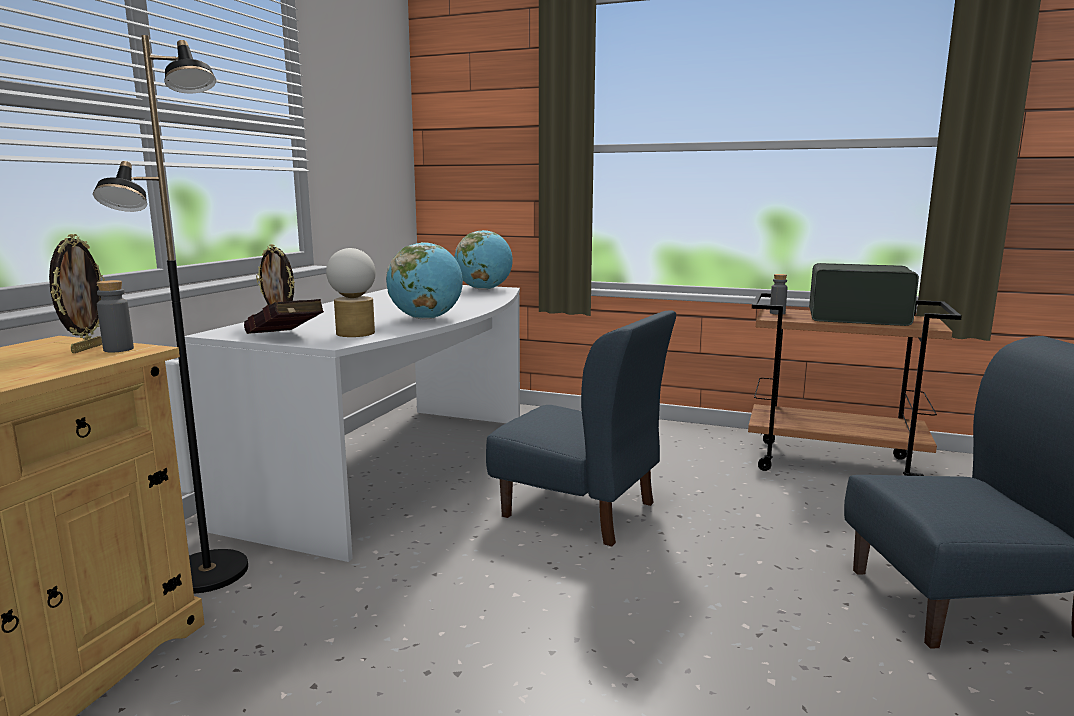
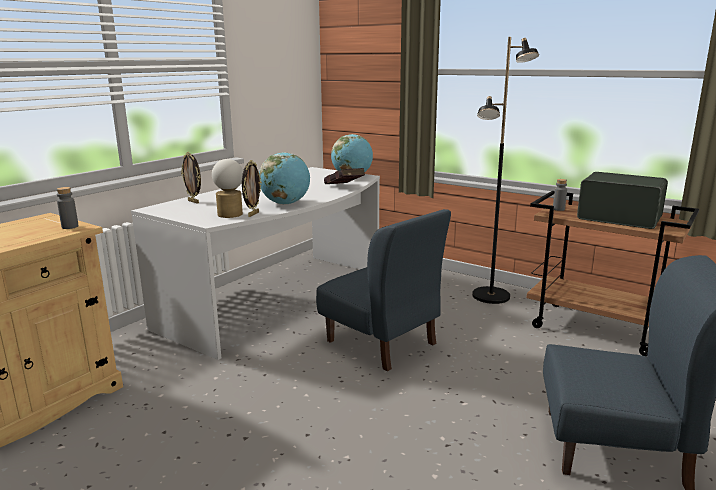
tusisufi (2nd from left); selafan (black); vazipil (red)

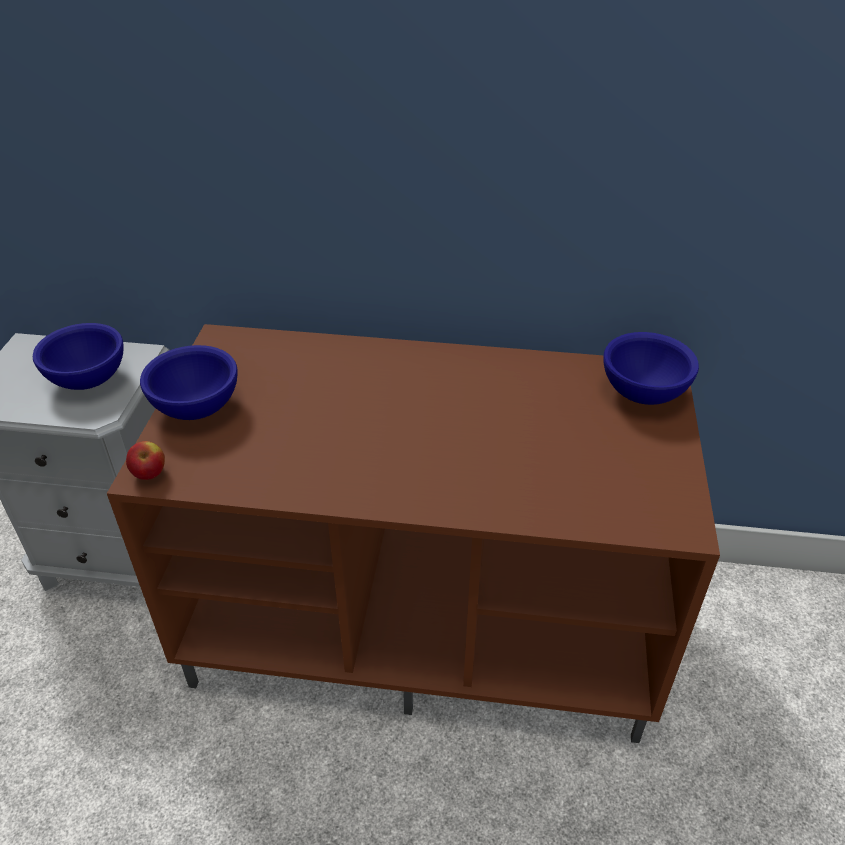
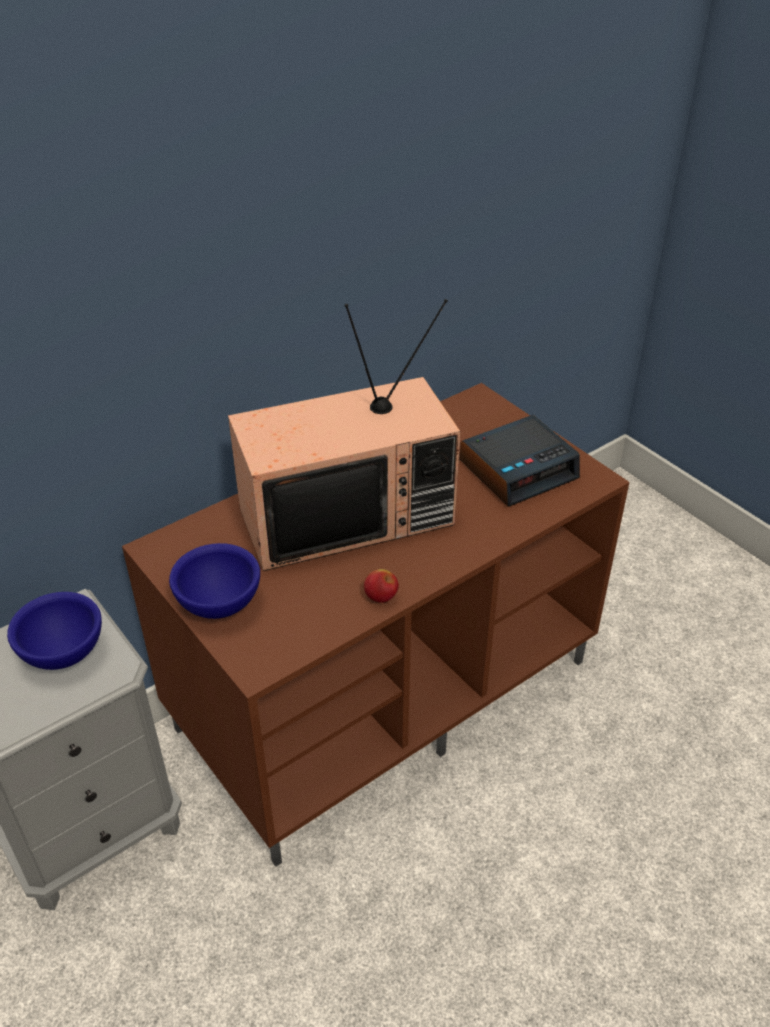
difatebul; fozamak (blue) (3rd from left in the first image); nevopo; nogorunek

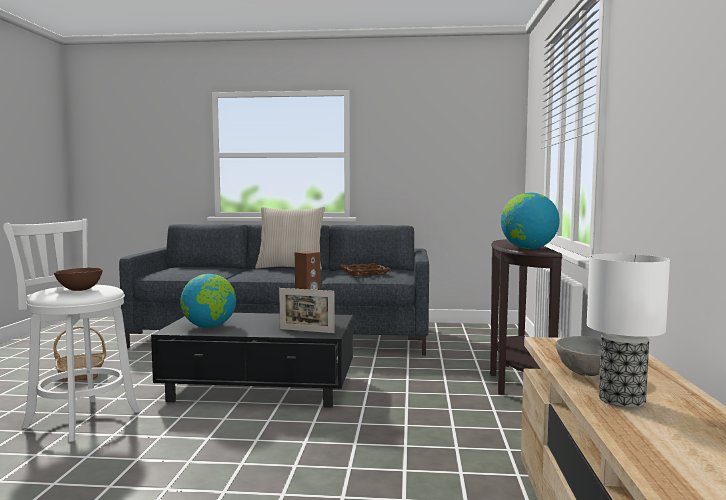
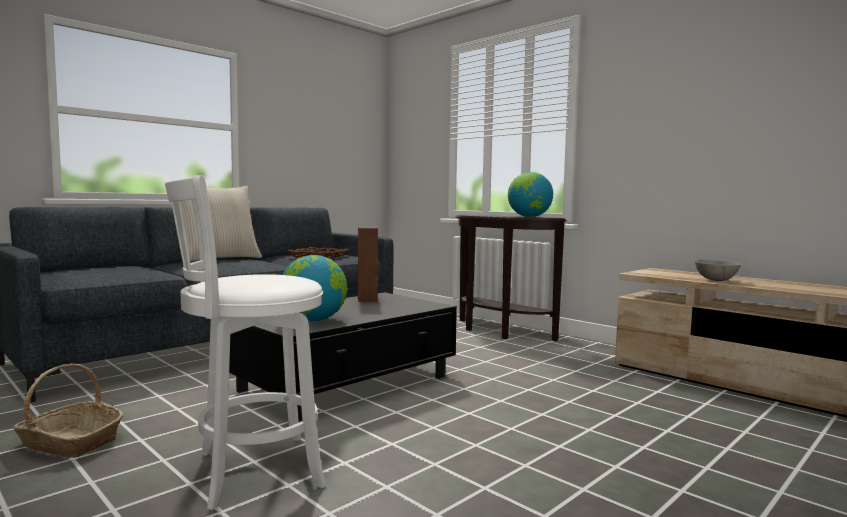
fozamak (brown); tusisufi; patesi

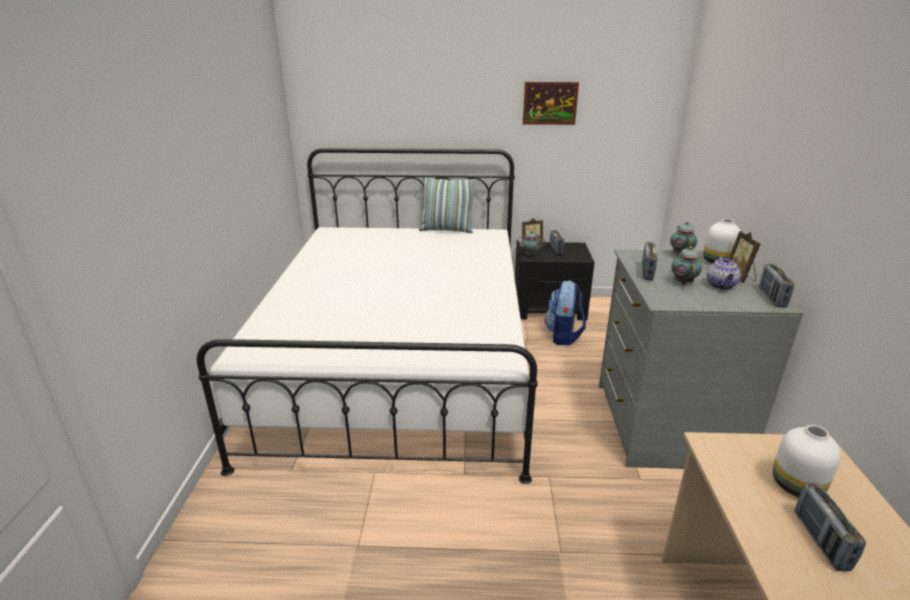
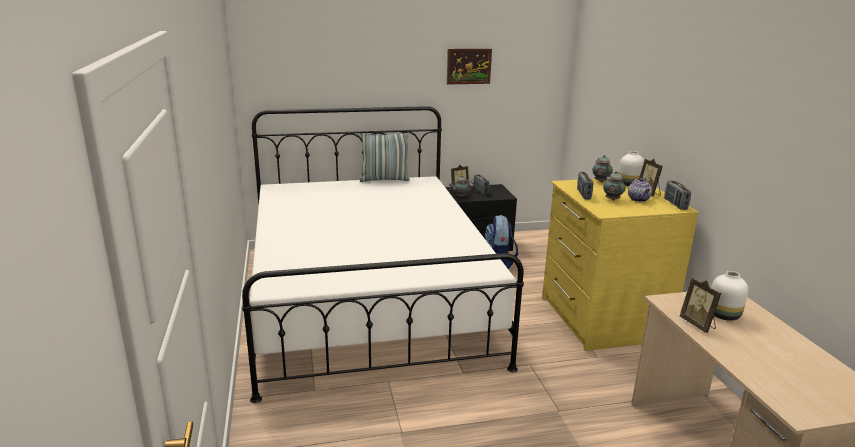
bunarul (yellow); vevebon (4th from left in the first image); tusisufi (3rd from left)

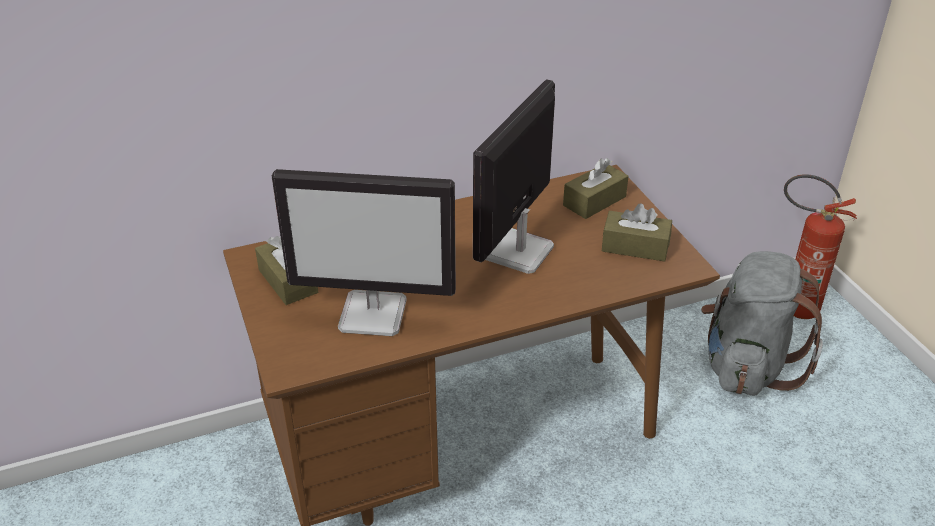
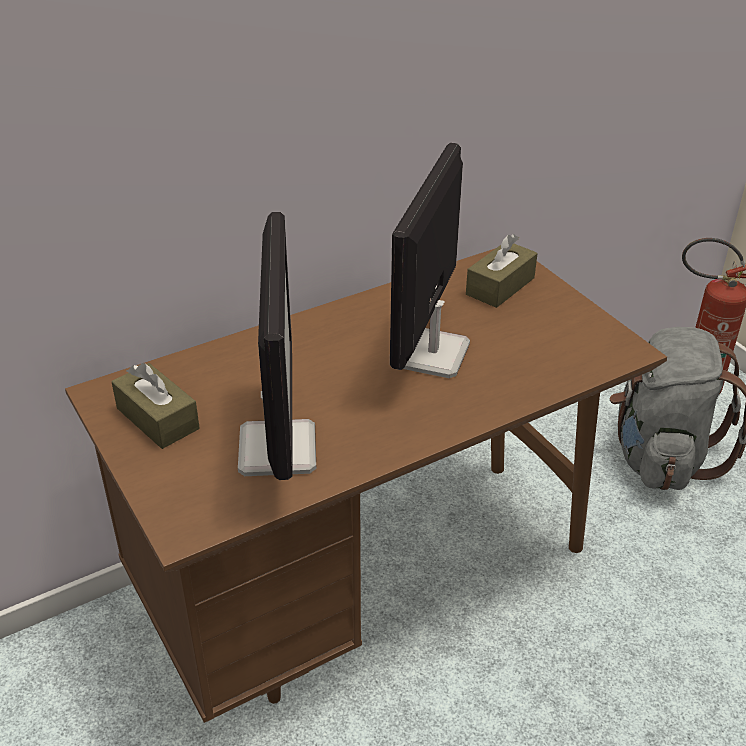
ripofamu (1st from left); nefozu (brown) (3rd from left in the first image)

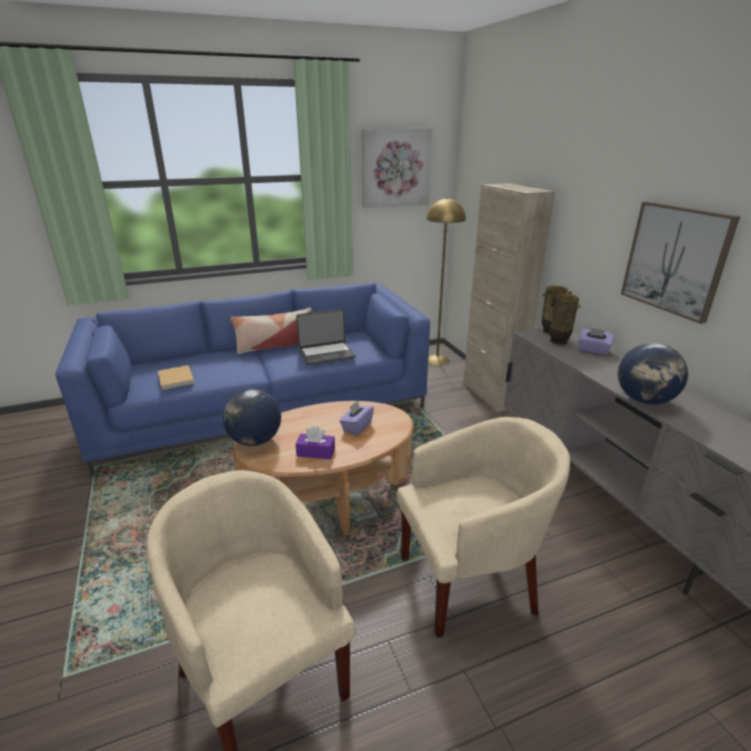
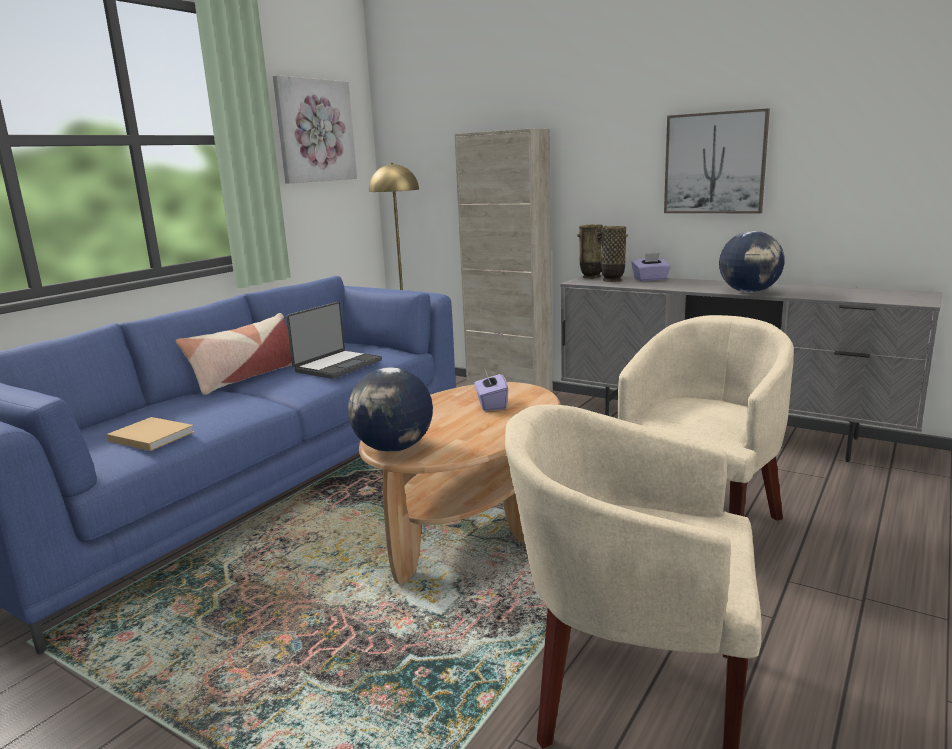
nefozu (purple) (1st from left in the first image)

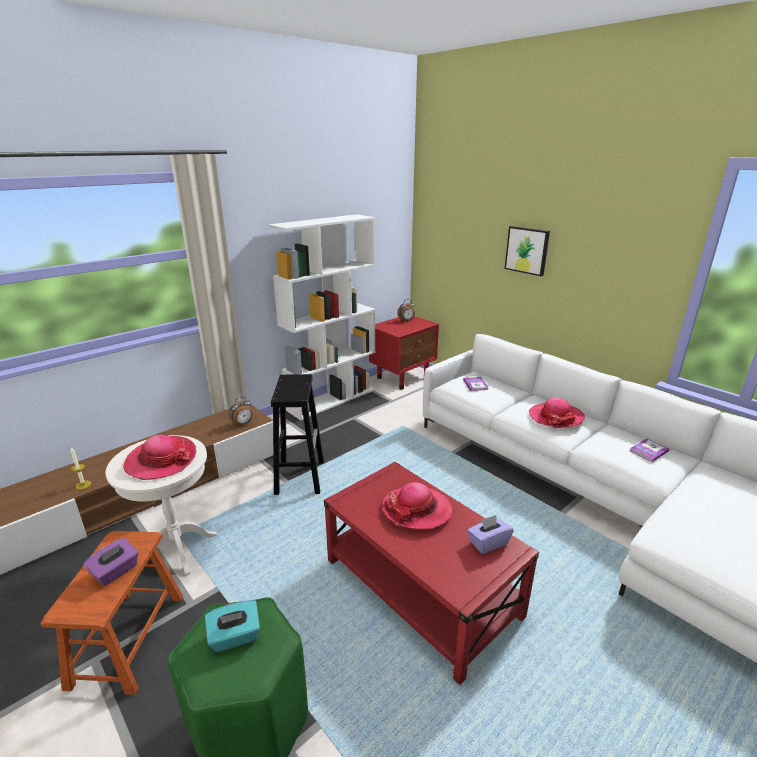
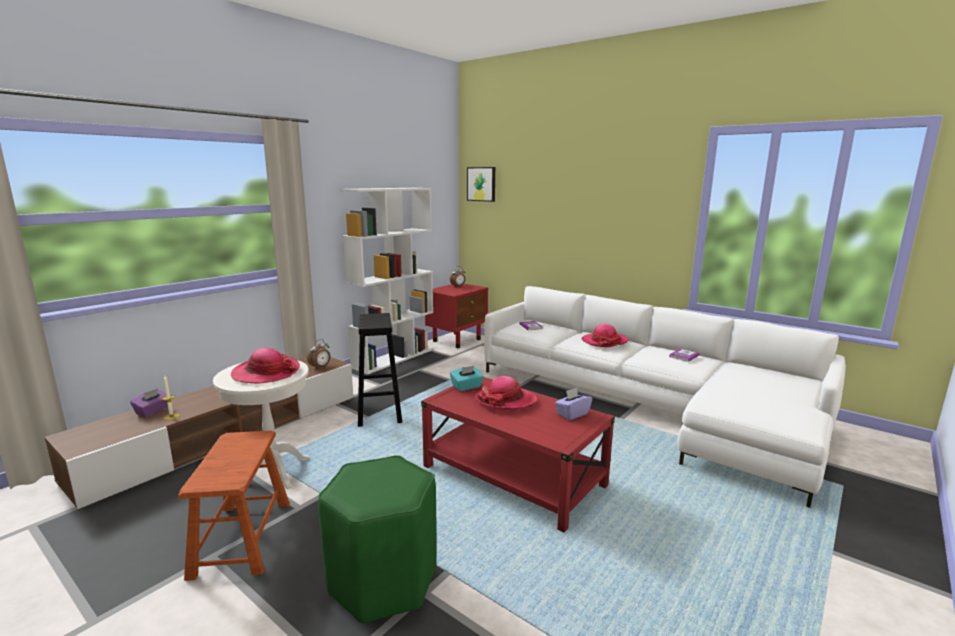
nefozu (purple) (1st from left); nefozu (turquoise); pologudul

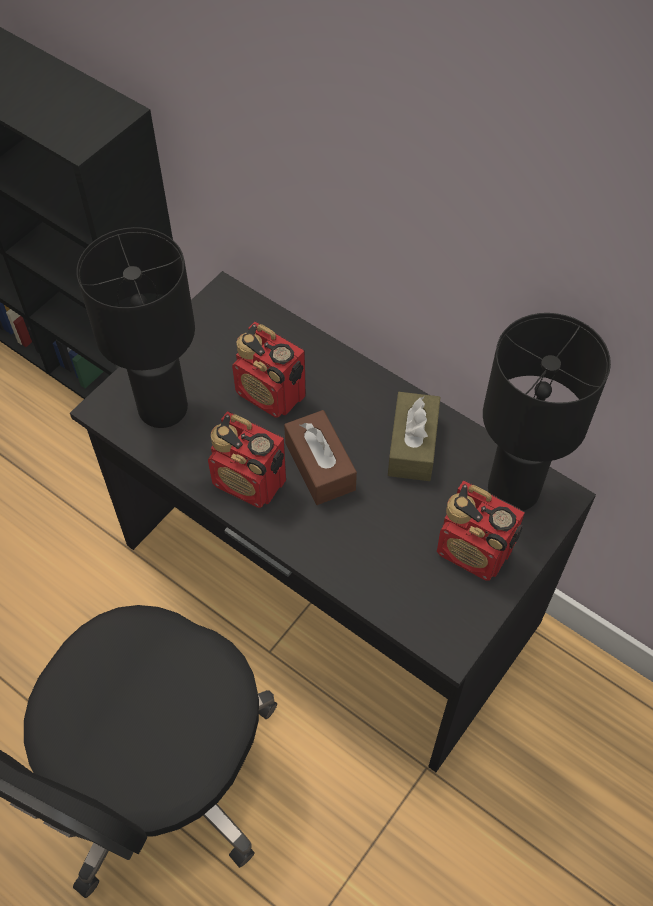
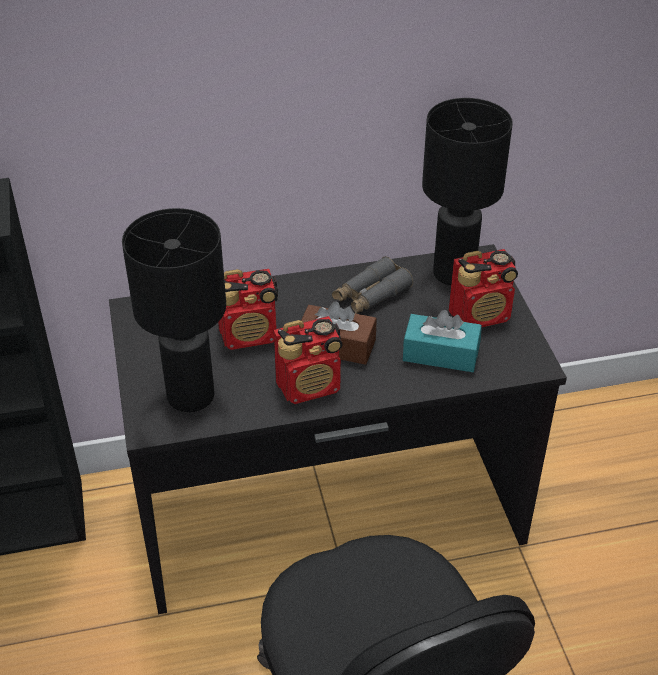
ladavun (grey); nefozu (turquoise)

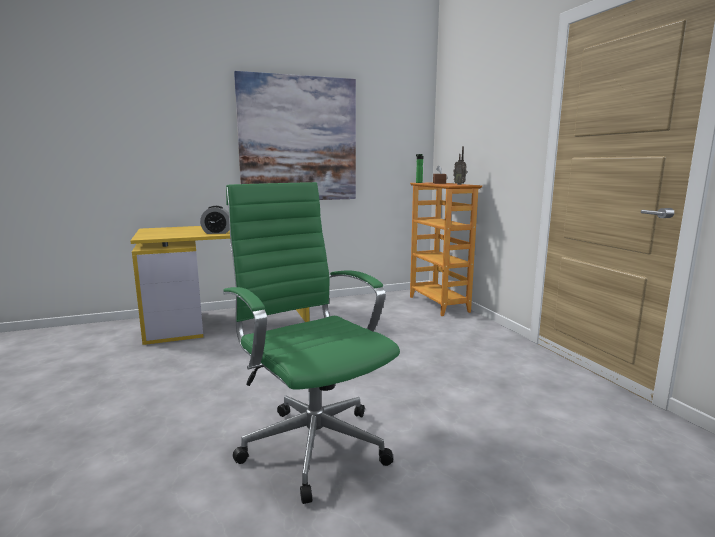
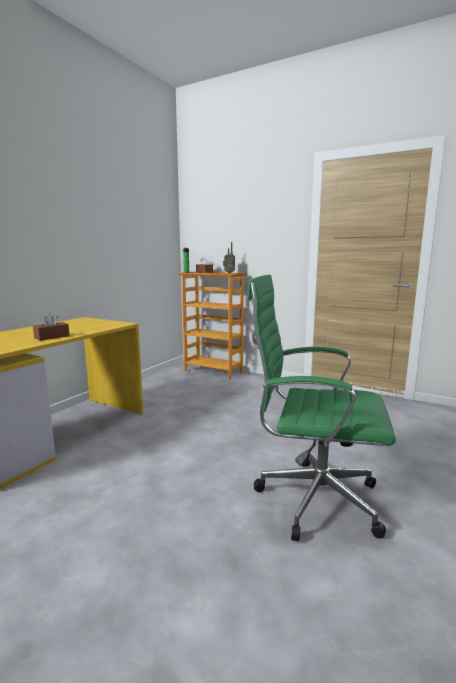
nefozu (brown) (1st from left); pologudul

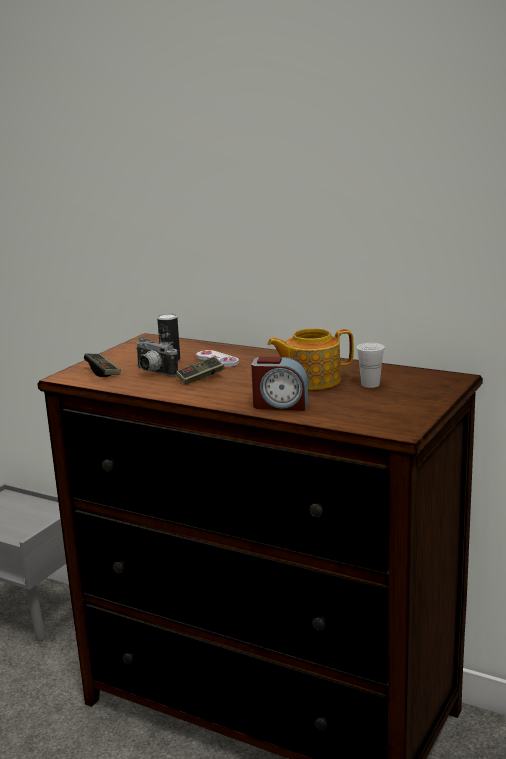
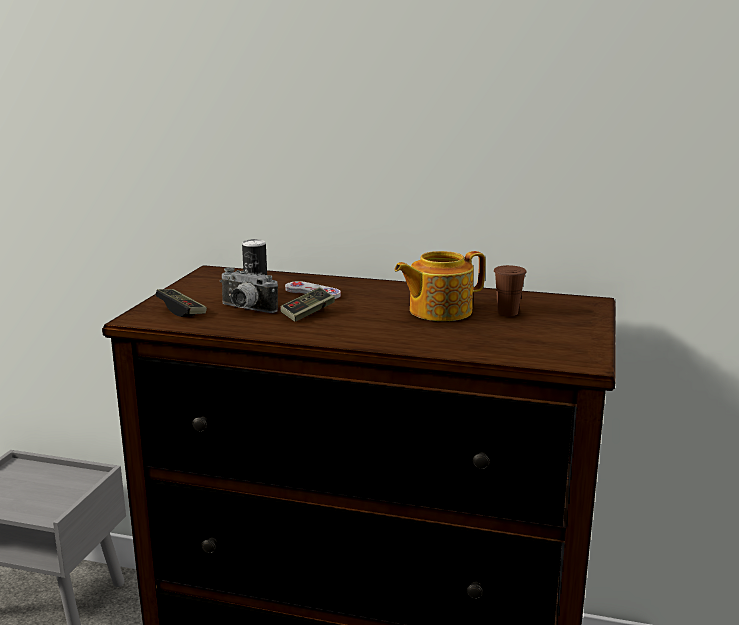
nogorunek; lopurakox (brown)

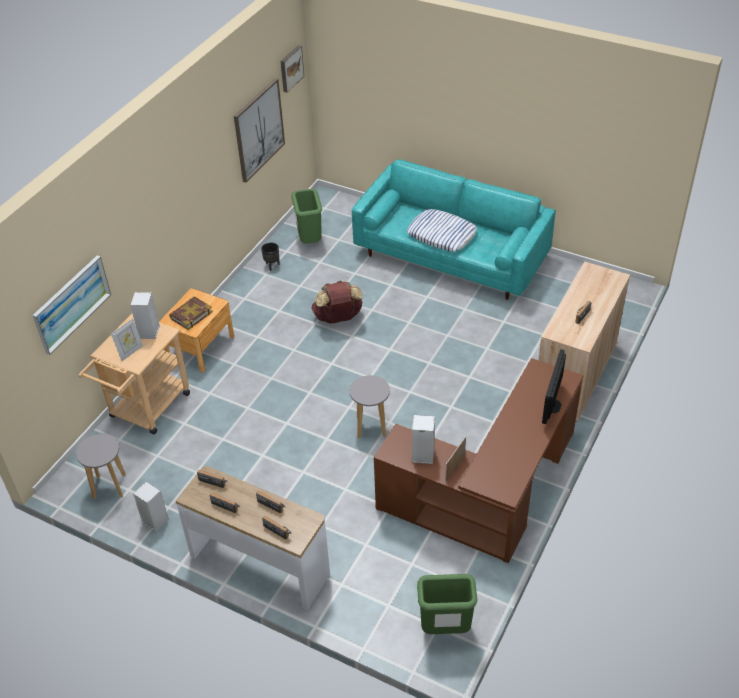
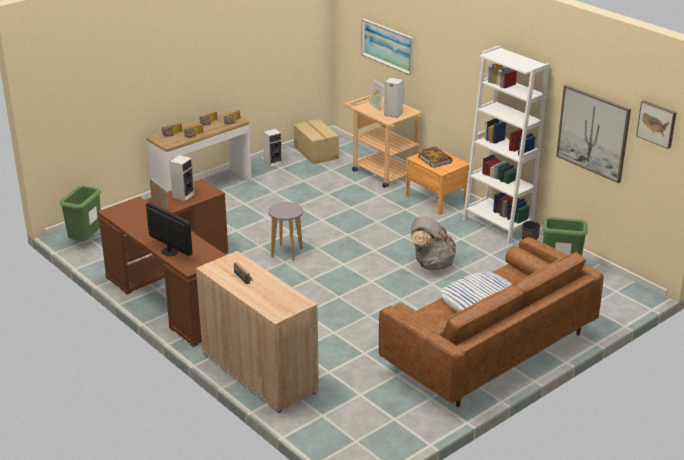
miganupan; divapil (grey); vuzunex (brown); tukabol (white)

